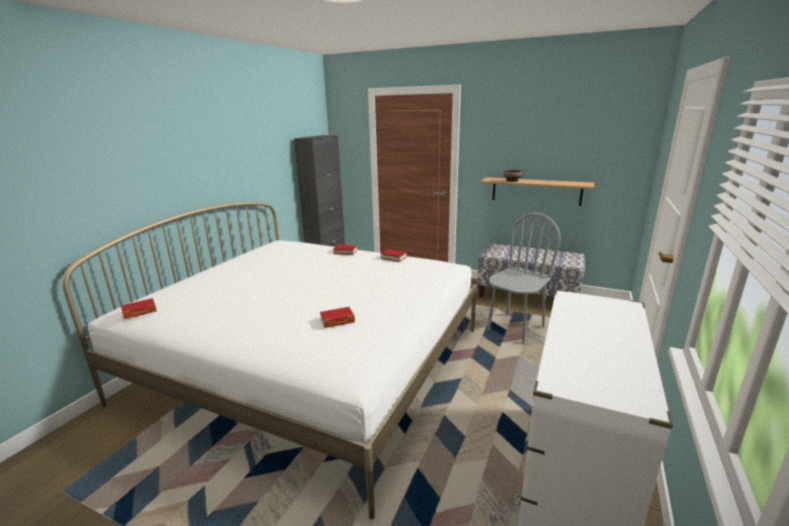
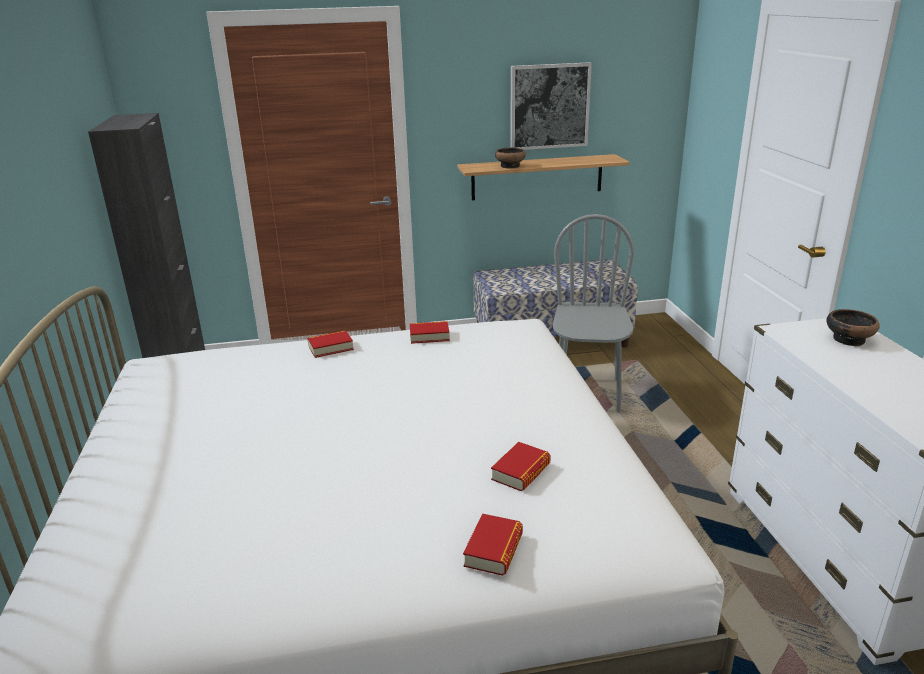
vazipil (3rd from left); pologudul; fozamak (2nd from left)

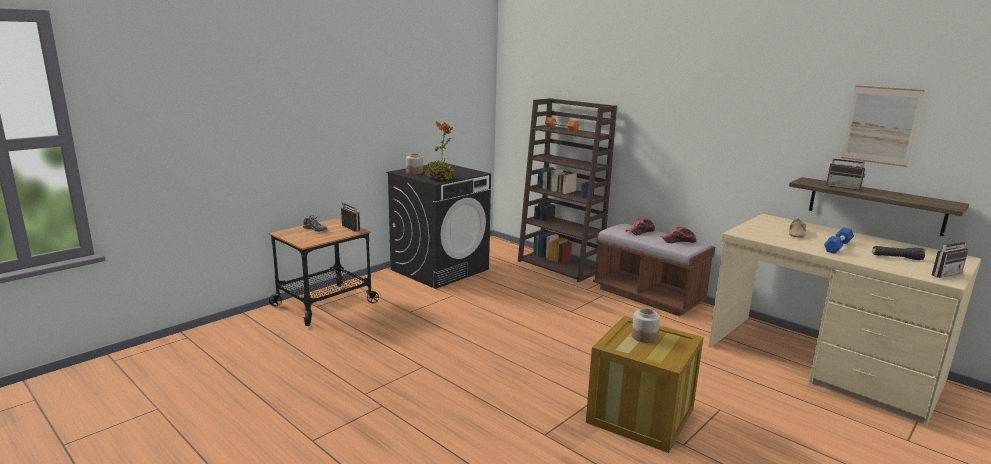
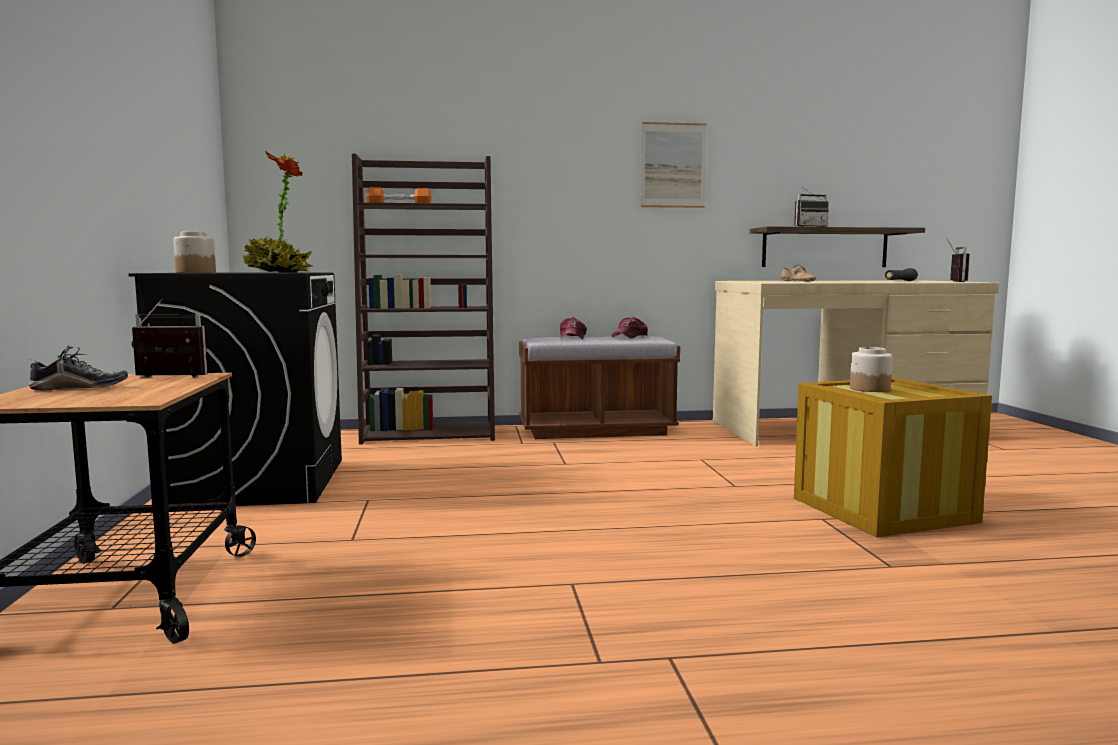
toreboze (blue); pologudul

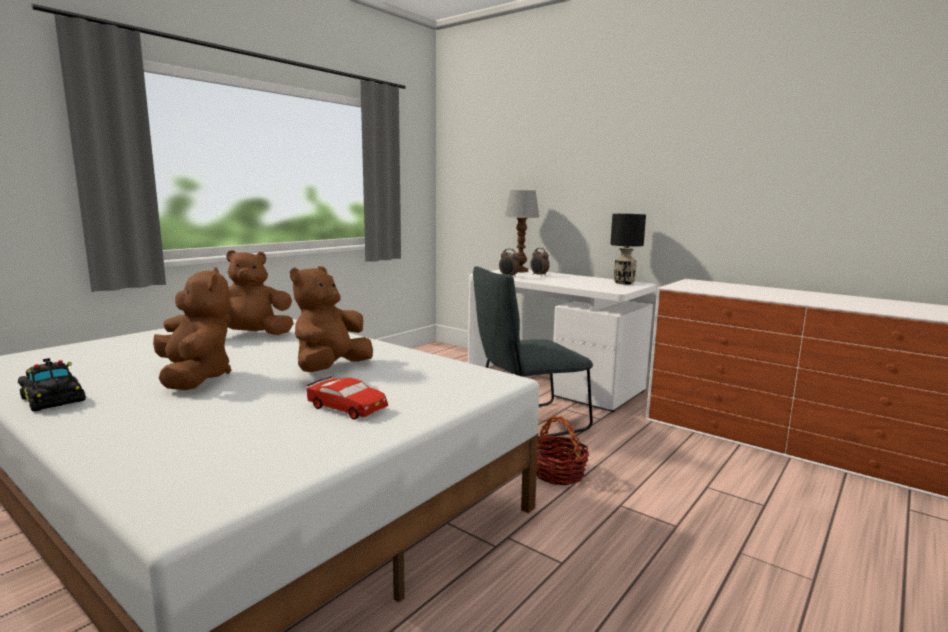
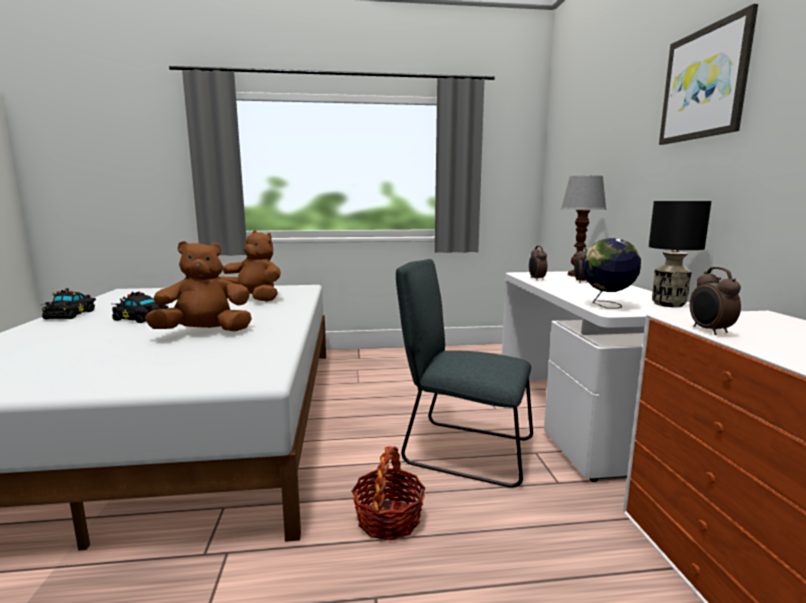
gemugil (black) (2nd from left); gemugil (red); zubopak; pologudul; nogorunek (3rd from left)

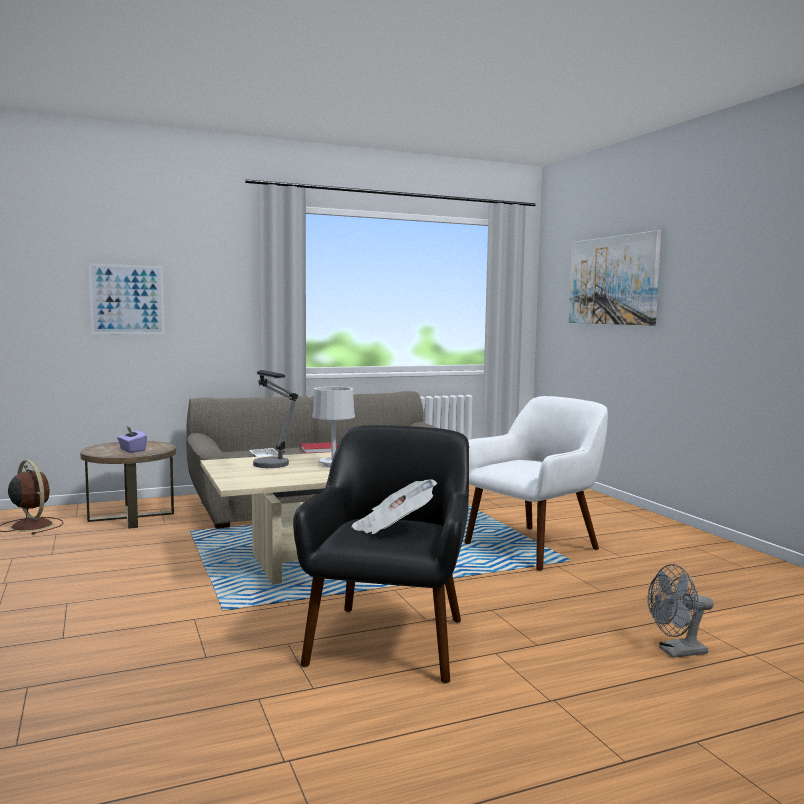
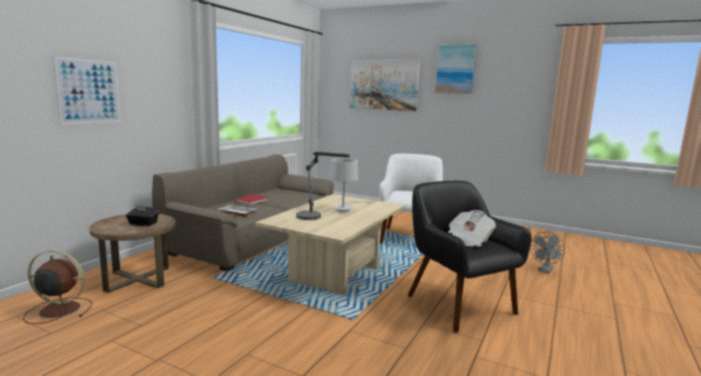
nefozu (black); pologudul (3rd from left)

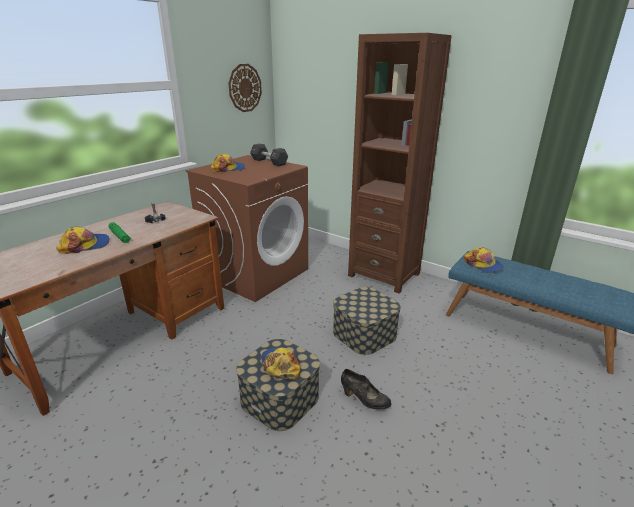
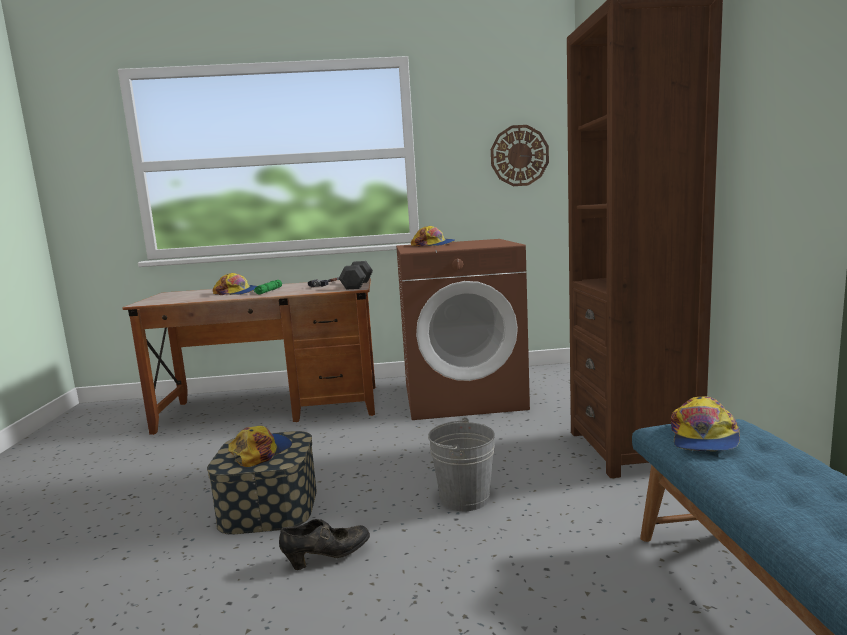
toreboze (black); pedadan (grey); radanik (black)

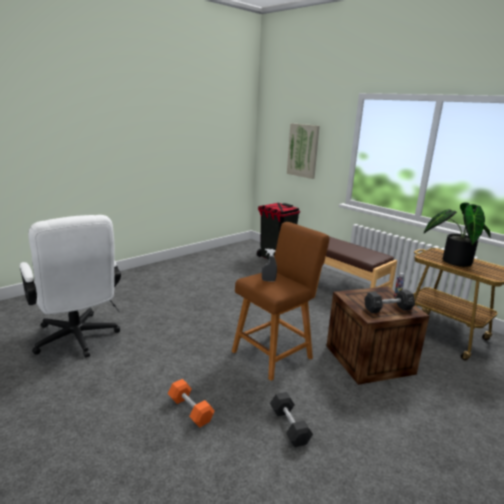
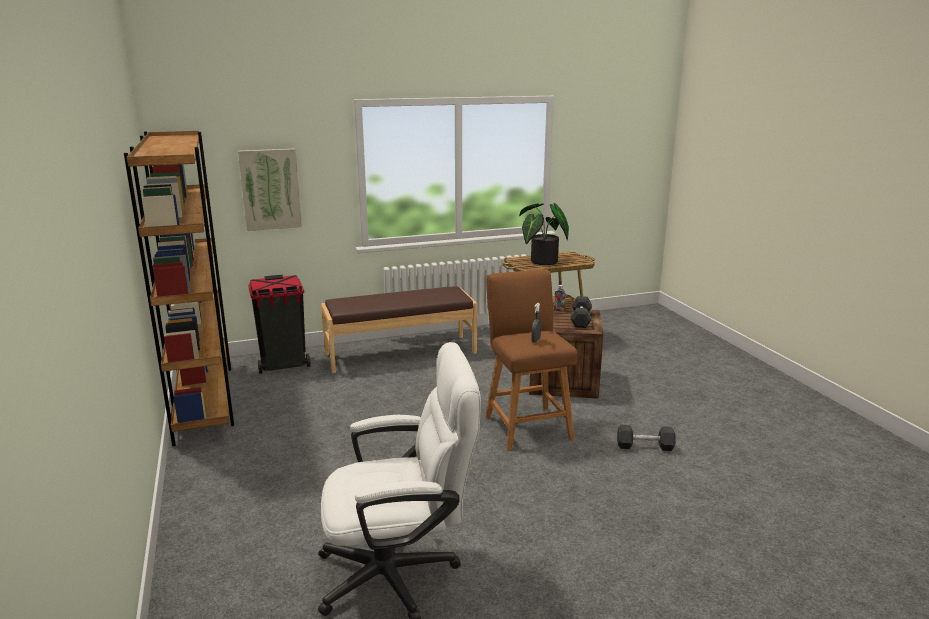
toreboze (orange); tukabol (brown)

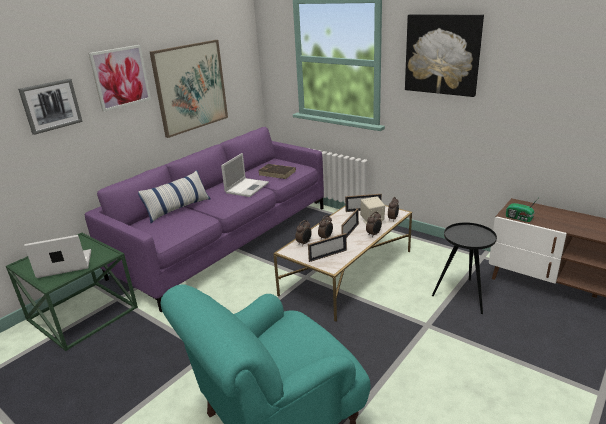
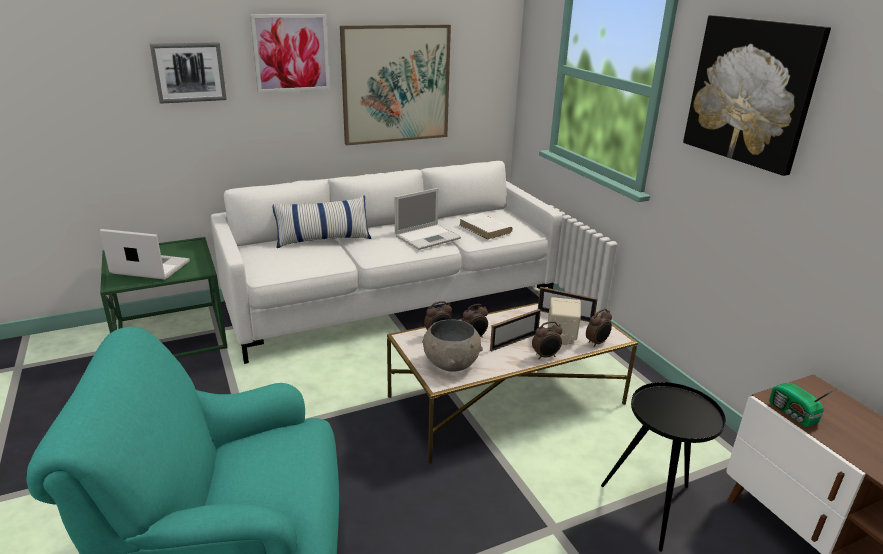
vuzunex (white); vazipil (white); fozamak (grey)

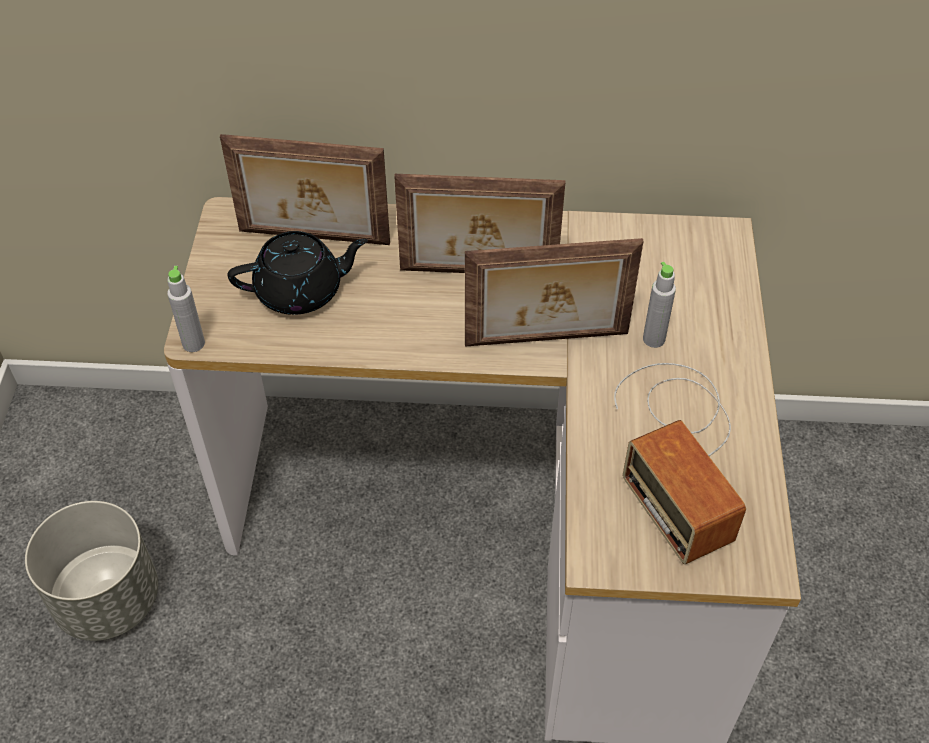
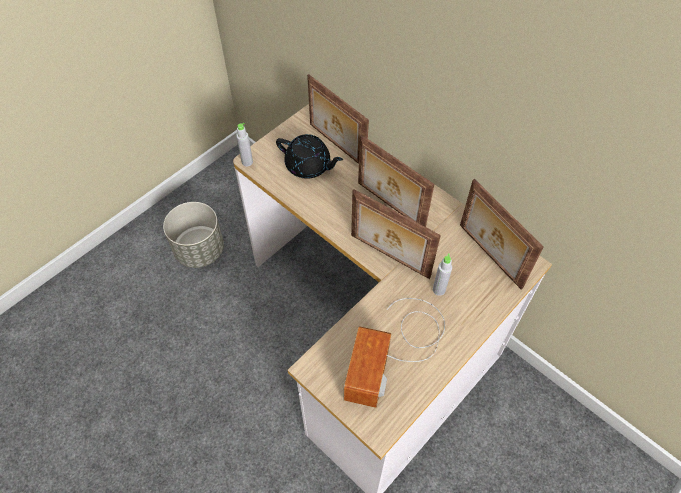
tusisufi (4th from left)

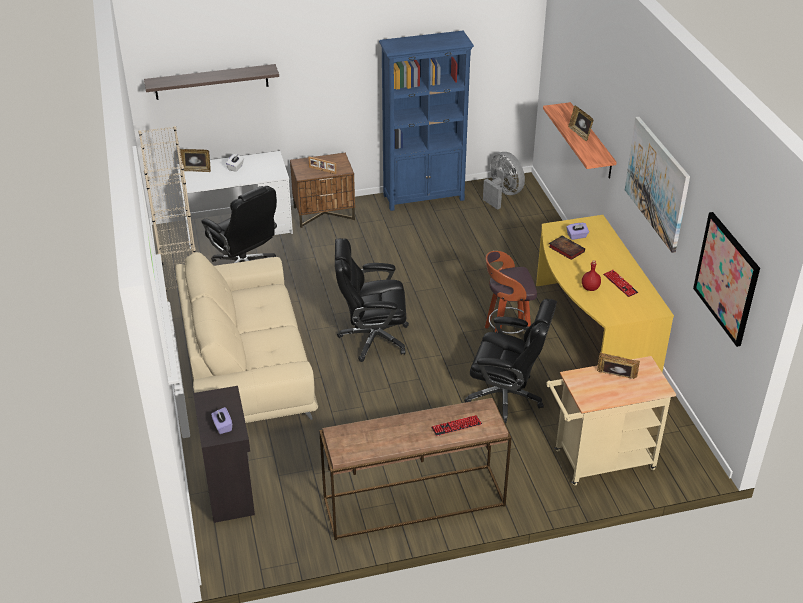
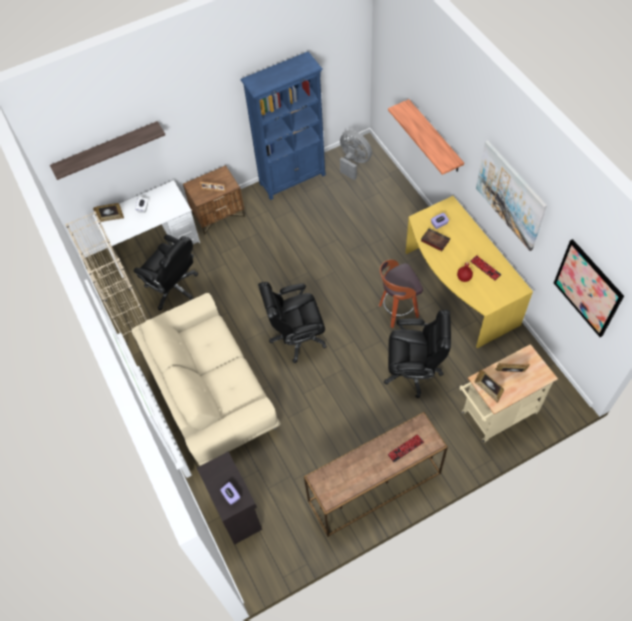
tusisufi (3rd from left)

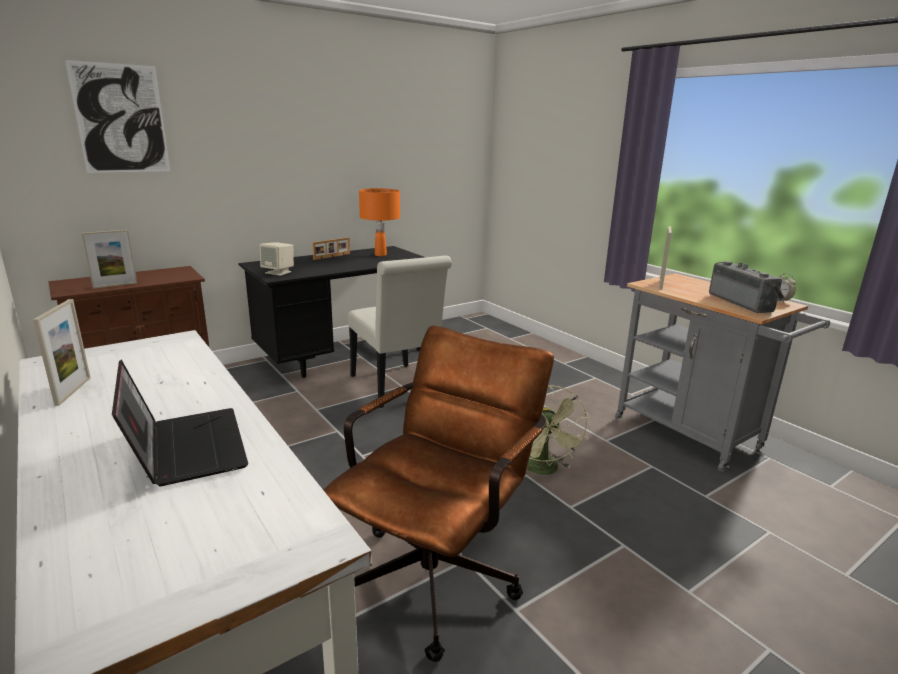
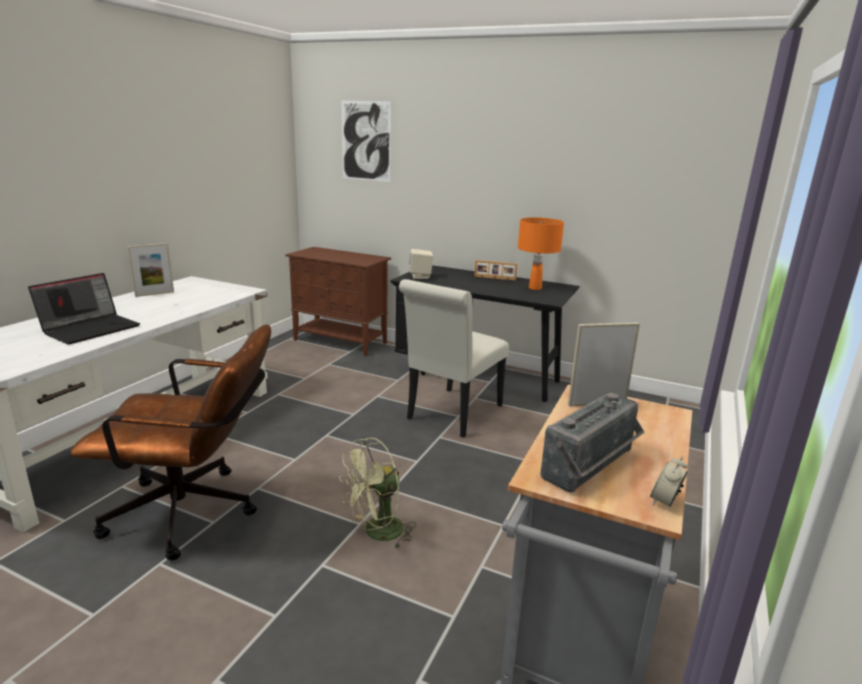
tusisufi (2nd from left in the first image)

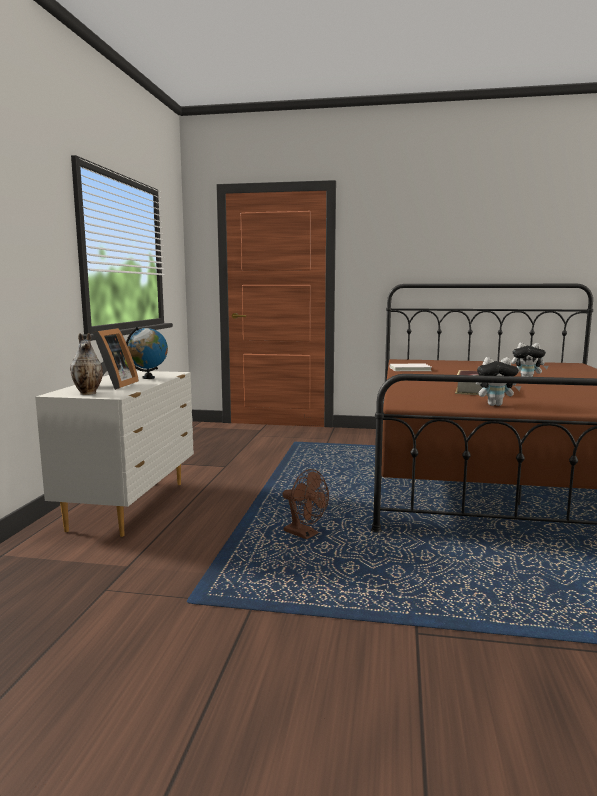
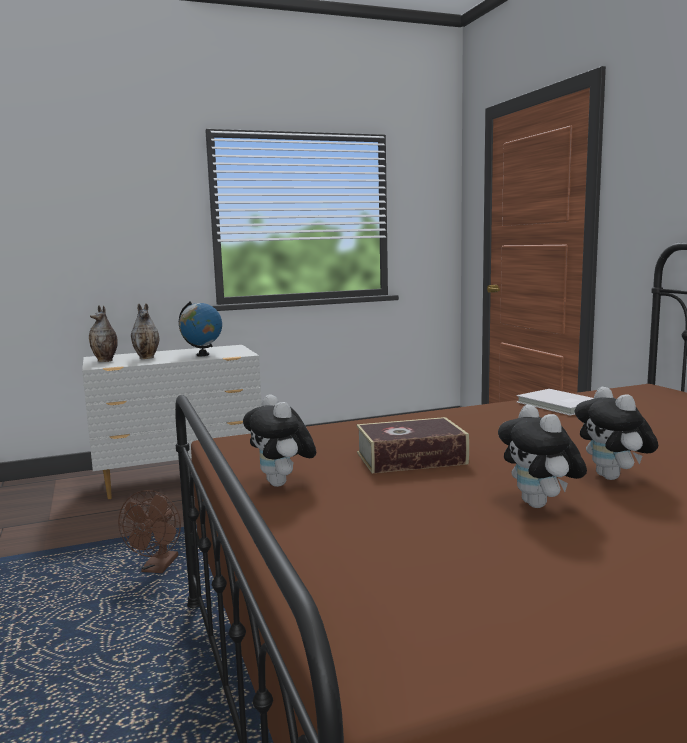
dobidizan (2nd from left); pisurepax (2nd from left)

